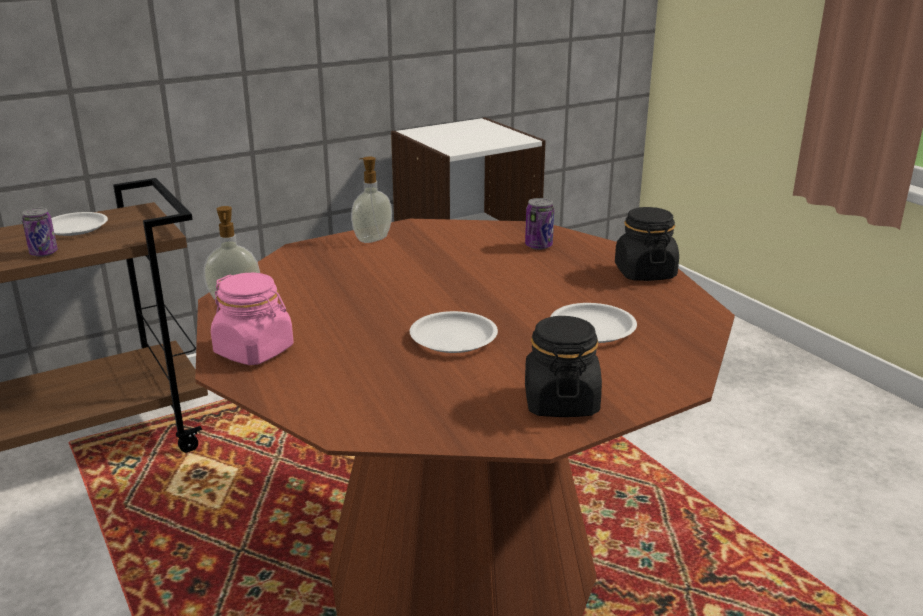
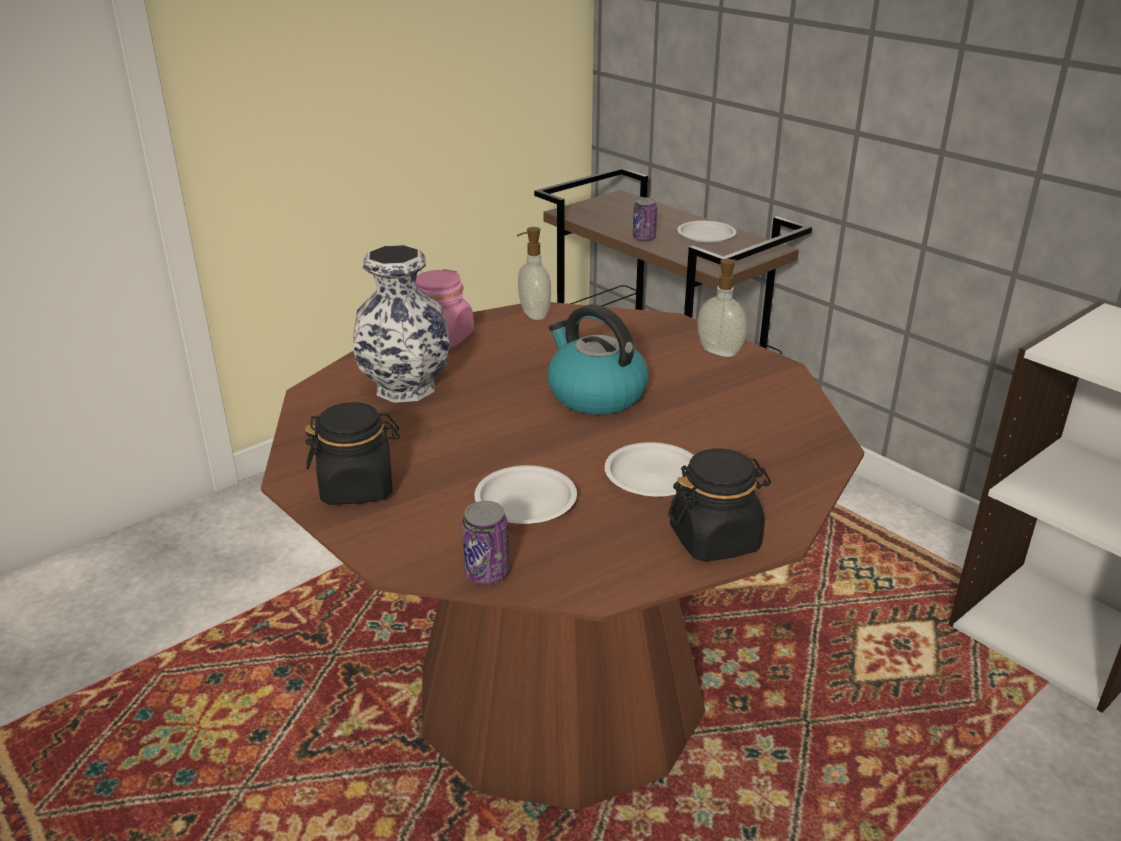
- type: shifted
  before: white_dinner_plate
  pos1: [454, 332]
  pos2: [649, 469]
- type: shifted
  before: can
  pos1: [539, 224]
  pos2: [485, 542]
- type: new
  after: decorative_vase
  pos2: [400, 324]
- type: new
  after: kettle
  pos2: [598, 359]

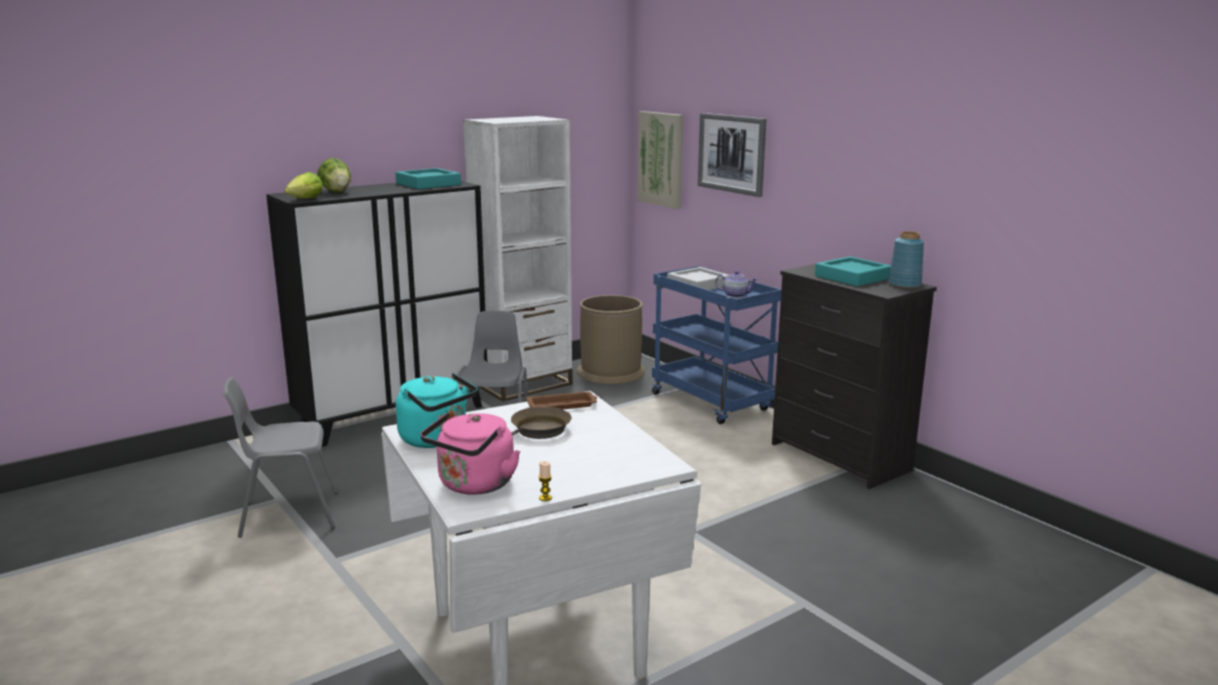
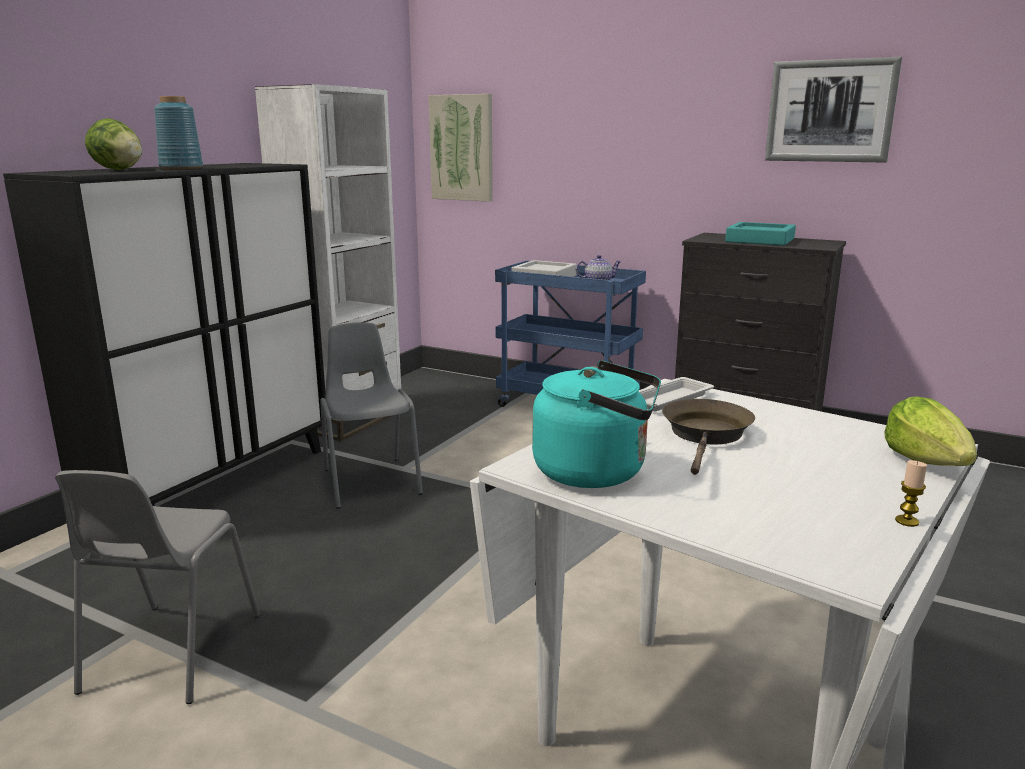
- type: rotated
  before: grey_upright_chair
  pos1: [280, 457]
  pos2: [157, 587]
  turn: -45
- type: shifted
  before: head_of_lettuce
  pos1: [304, 185]
  pos2: [930, 431]
- type: gone
  before: turquoise_carrying_tray
  pos1: [428, 178]
- type: gone
  before: pinkish_kettle
  pos1: [470, 453]
- type: repainted
  before: brownish_carrying_tray
  after: white_carrying_tray
  pos1: [561, 400]
  pos2: [676, 394]
- type: gone
  before: brownish_rubbish_bin
  pos1: [611, 339]
- type: shifted
  before: picture
  pos1: [732, 155]
  pos2: [833, 109]
- type: shifted
  before: blue_decorative_vase
  pos1: [906, 260]
  pos2: [178, 132]

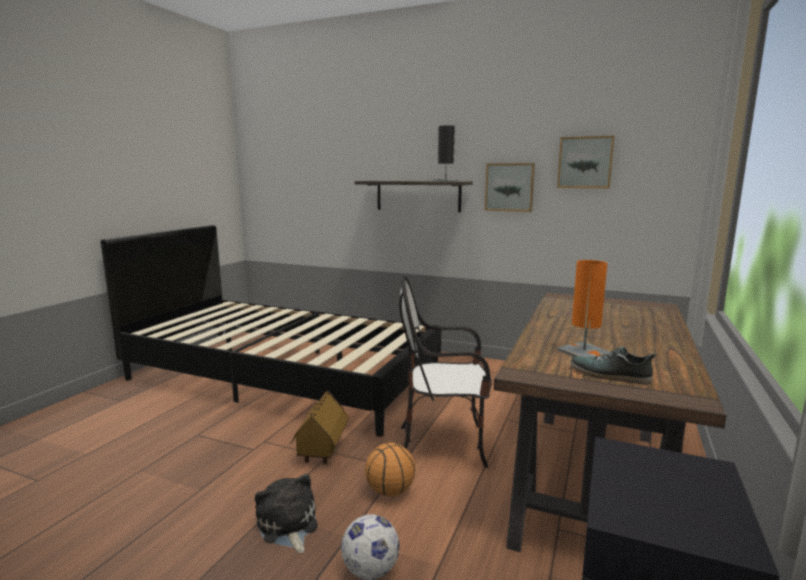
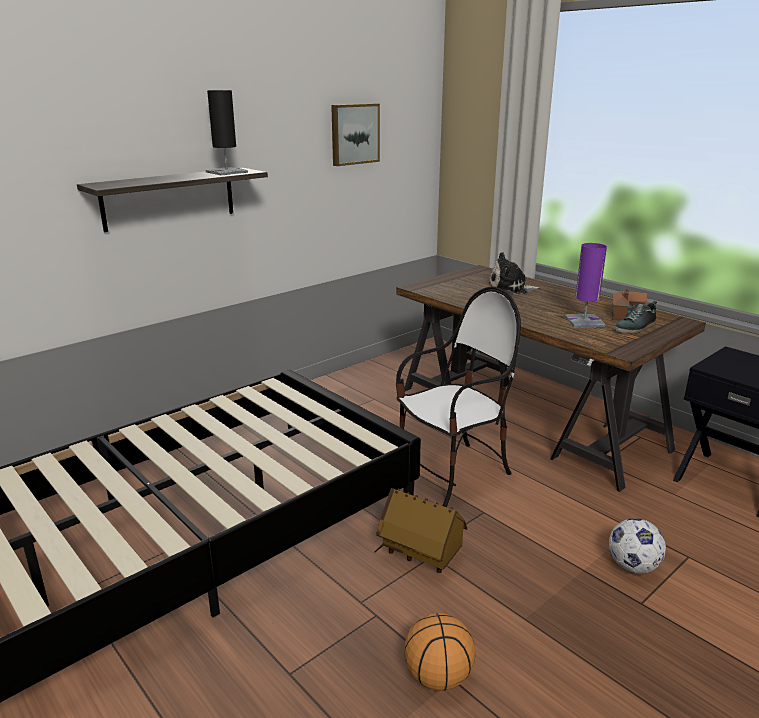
- type: shifted
  before: cuddly_toy
  pos1: [286, 513]
  pos2: [514, 273]
- type: shifted
  before: ball_for_basketball
  pos1: [390, 469]
  pos2: [440, 652]
- type: rotated
  before: upright_chair
  pos1: [445, 371]
  pos2: [458, 397]
  turn: -150
- type: gone
  before: picture
  pos1: [510, 187]
- type: repainted
  before: orangey_tabletop_lamp
  after: purplish_tabletop_lamp
  pos1: [583, 308]
  pos2: [585, 285]
- type: new
  after: model_house
  pos2: [629, 305]

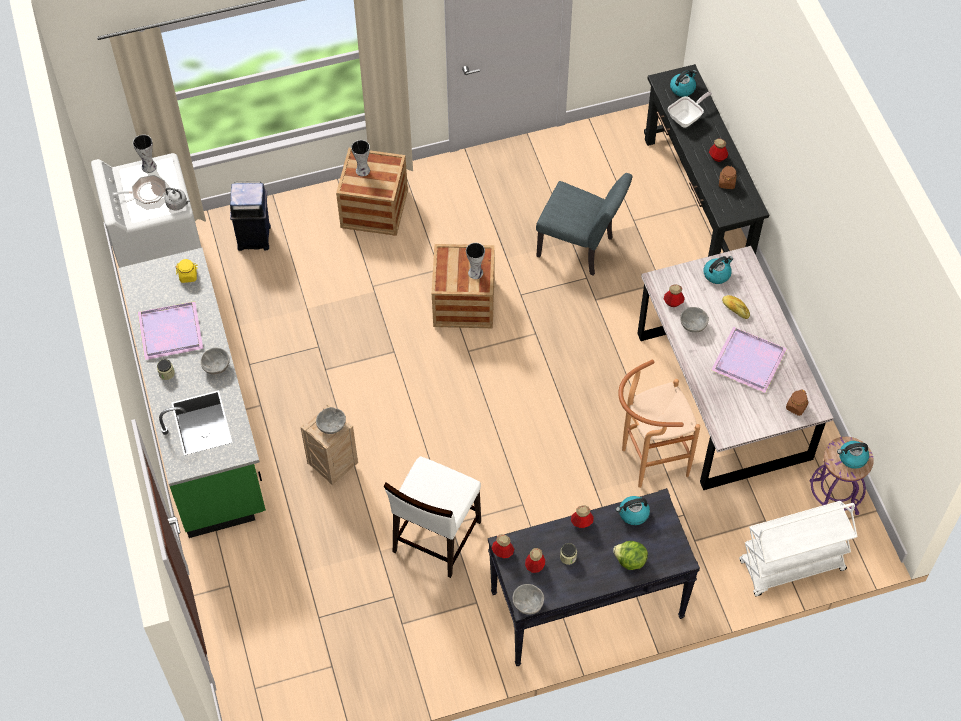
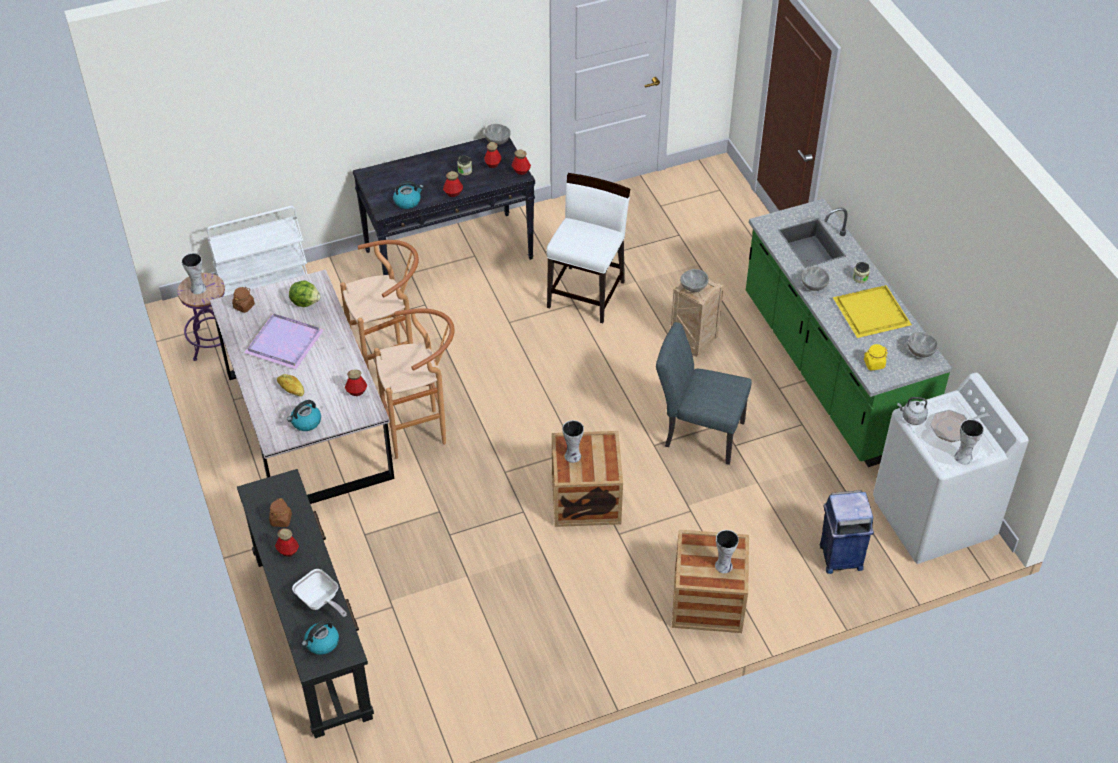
- type: repainted
  before: purplish_carrying_tray
  after: yellow-coloured_carrying_tray
  pos1: [170, 330]
  pos2: [872, 311]
- type: shifted
  before: grey_upright_chair
  pos1: [584, 224]
  pos2: [704, 393]
- type: shifted
  before: head_of_lettuce
  pos1: [630, 555]
  pos2: [305, 293]
- type: rotated
  before: frying_pan
  pos1: [690, 110]
  pos2: [319, 593]
  turn: -90
- type: shifted
  before: grey_deep_dish
  pos1: [694, 320]
  pos2: [923, 345]
- type: swapped
  before: kettle
  after: decorative_vase
  pos1: [853, 455]
  pos2: [194, 273]
- type: new
  after: brownish_stool
  pos2: [414, 383]

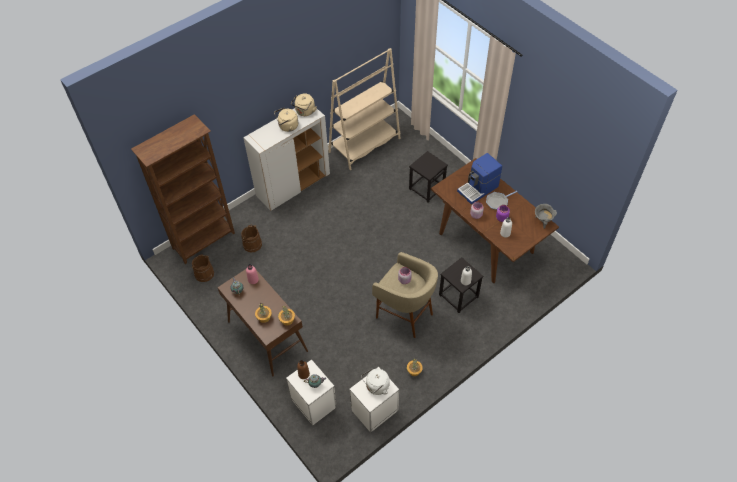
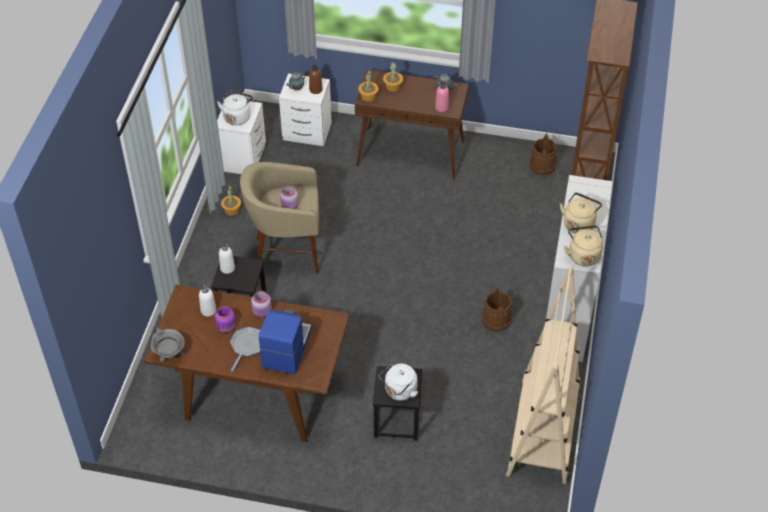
- type: shifted
  before: brownish_pail
  pos1: [251, 239]
  pos2: [497, 309]
- type: new
  after: white_kettle
  pos2: [398, 382]

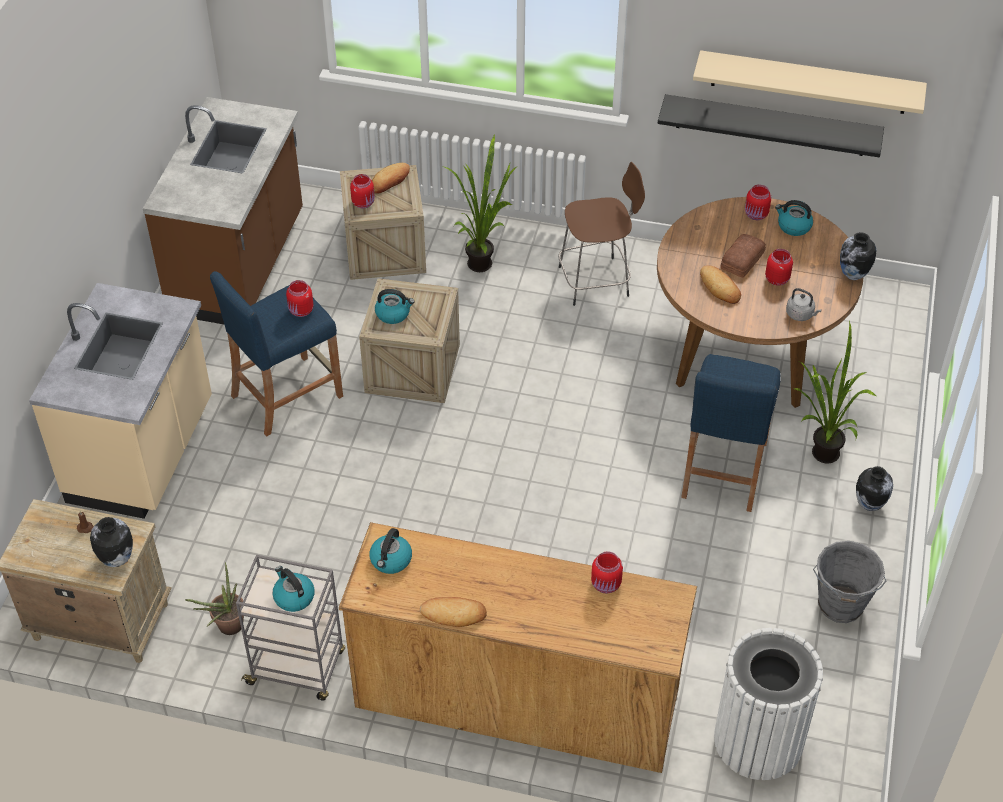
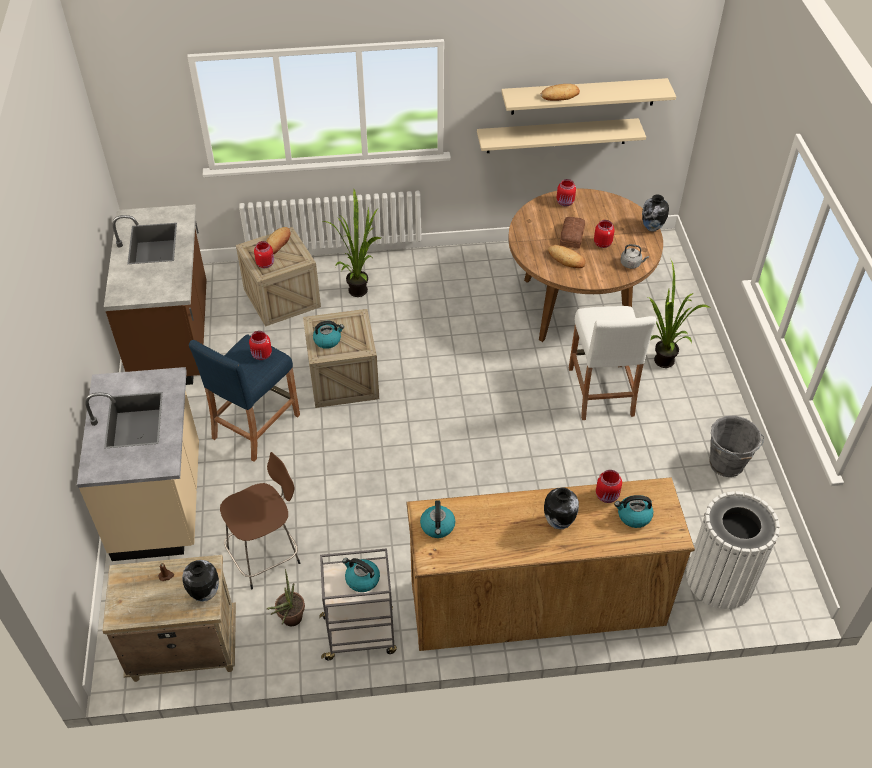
- type: shifted
  before: baked_bread
  pos1: [453, 612]
  pos2: [560, 92]
- type: shifted
  before: brownish_stool
  pos1: [601, 234]
  pos2: [260, 521]
- type: repainted
  before: black_shelf
  after: beige-coloured_shelf
  pos1: [771, 125]
  pos2: [561, 135]
- type: repainted
  before: blue_stool
  after: white_stool
  pos1: [731, 433]
  pos2: [612, 363]
- type: shifted
  before: kettle
  pos1: [794, 218]
  pos2: [633, 511]
- type: shifted
  before: decorative_vase
  pos1: [874, 488]
  pos2: [561, 508]

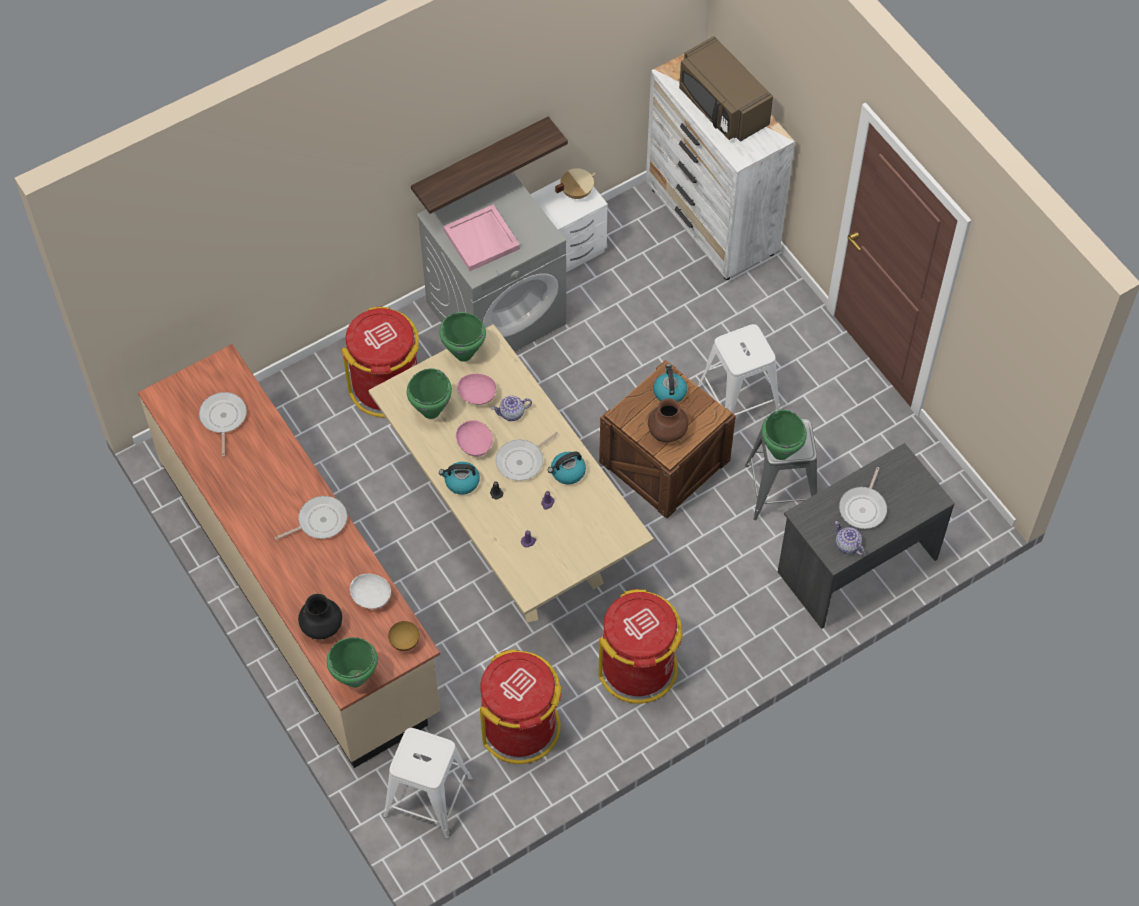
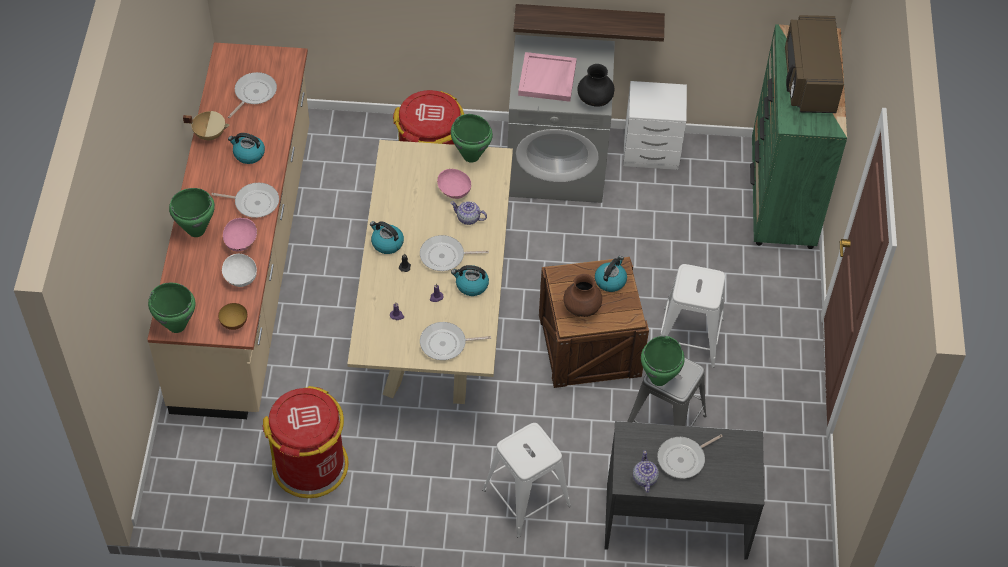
- type: shifted
  before: black_decorative_vase
  pos1: [320, 616]
  pos2: [596, 85]
- type: shifted
  before: white_stool
  pos1: [428, 783]
  pos2: [526, 480]
- type: shifted
  before: green_cooking_pot
  pos1: [429, 393]
  pos2: [192, 212]
- type: shifted
  before: pinkish_deep_dish
  pos1: [474, 438]
  pos2: [240, 234]
- type: shifted
  before: beige-coloured_cooking_pot
  pos1: [575, 183]
  pos2: [206, 126]
- type: gone
  before: red-coloured_rubbish_bin
  pos1: [641, 646]
- type: repainted
  before: white_drawer_chest
  after: green_drawer_chest
  pos1: [720, 167]
  pos2: [798, 136]
- type: new
  after: kettle
  pos2: [246, 148]
- type: new
  after: frying_pan
  pos2: [455, 341]

